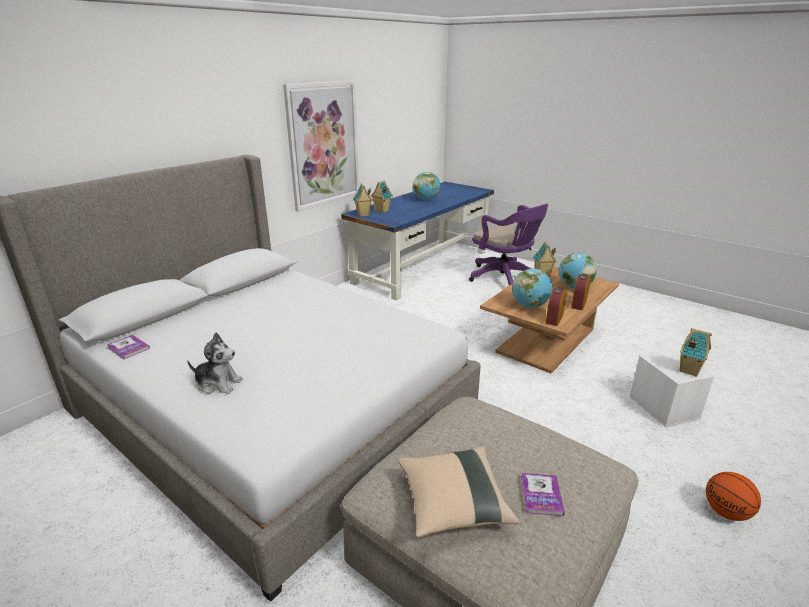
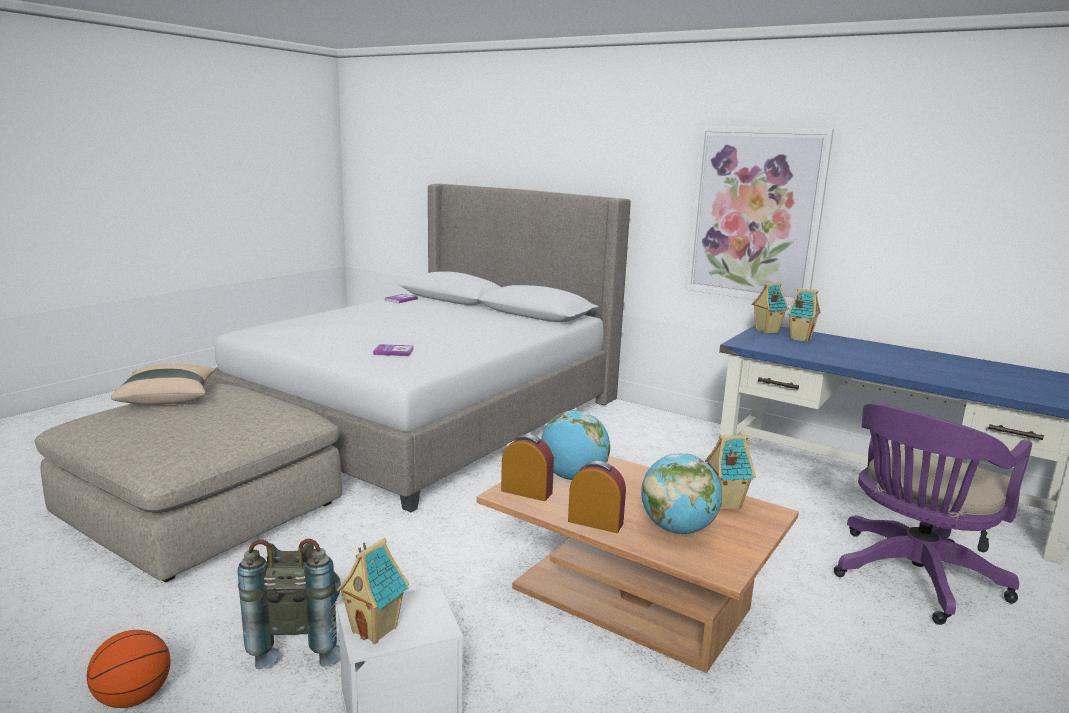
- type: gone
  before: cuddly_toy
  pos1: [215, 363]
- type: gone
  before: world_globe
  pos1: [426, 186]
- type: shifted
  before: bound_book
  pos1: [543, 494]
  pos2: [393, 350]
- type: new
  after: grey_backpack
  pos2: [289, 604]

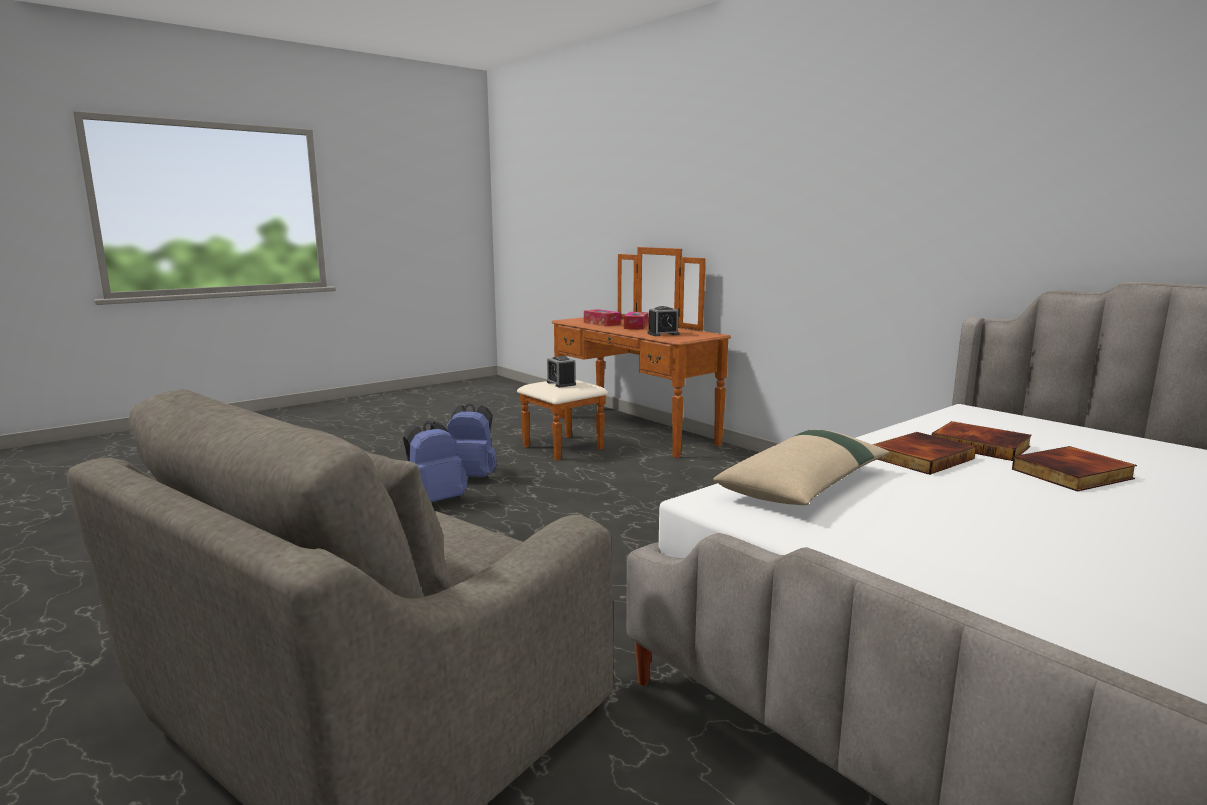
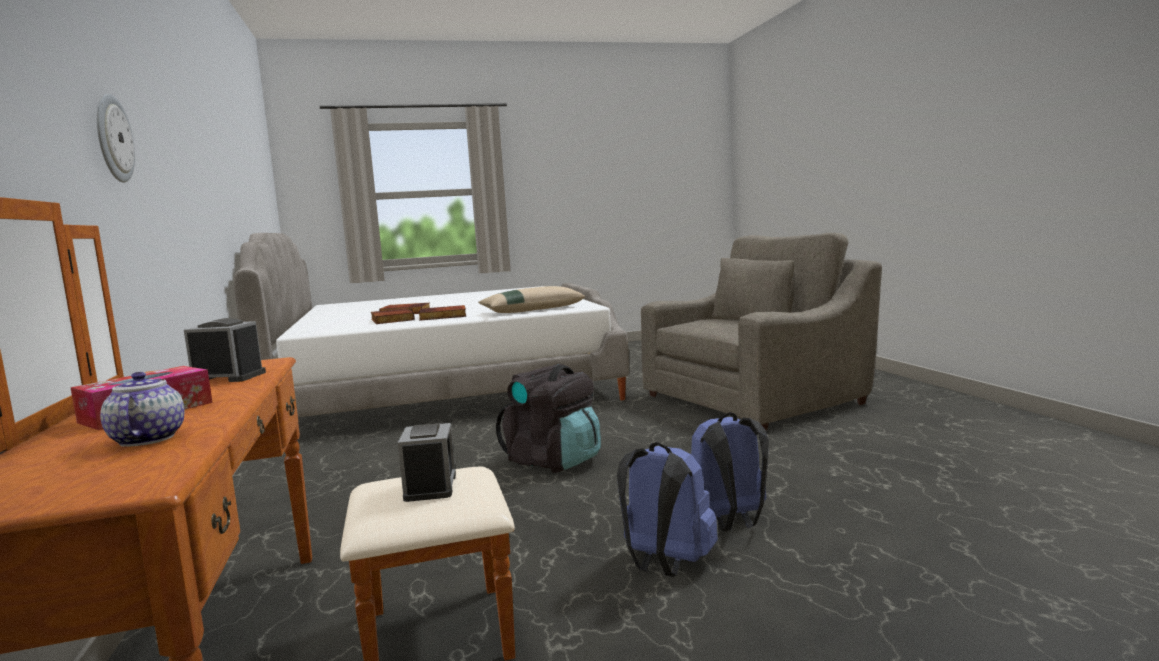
- type: swapped
  before: tissue_holder
  after: tea_pot
  pos1: [602, 317]
  pos2: [142, 409]
- type: new
  after: wall_clock
  pos2: [116, 138]
- type: new
  after: black_backpack
  pos2: [548, 418]

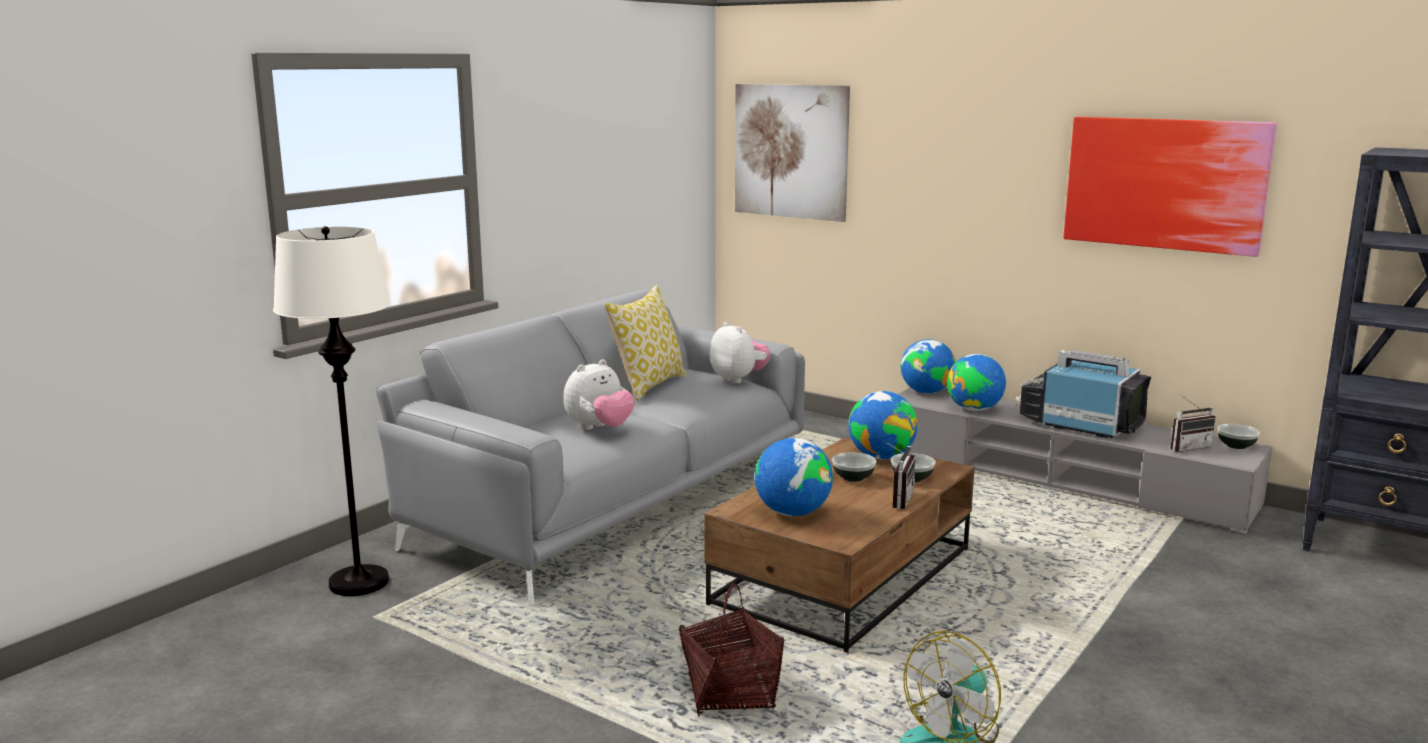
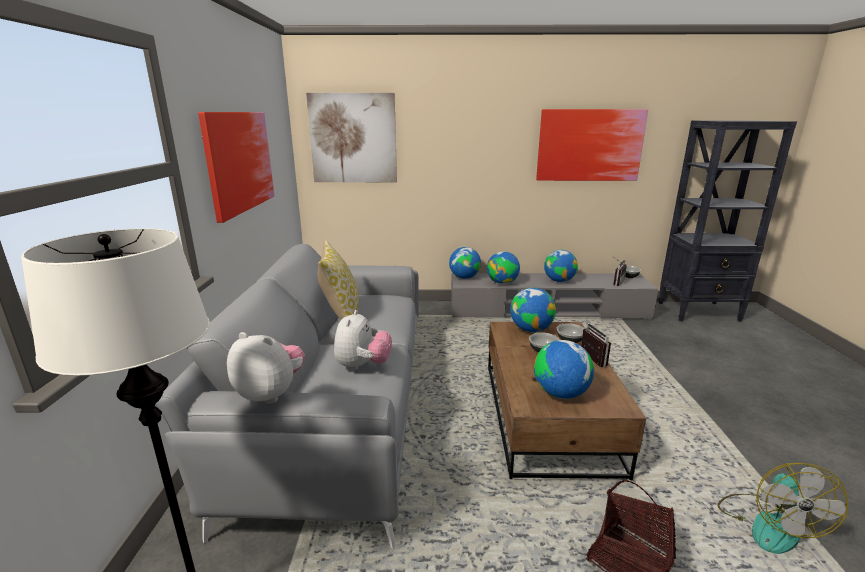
- type: shifted
  before: cuddly_toy
  pos1: [740, 353]
  pos2: [266, 368]
- type: swapped
  before: TV_set
  after: world_globe
  pos1: [1083, 394]
  pos2: [561, 266]
- type: new
  after: picture
  pos2: [236, 167]

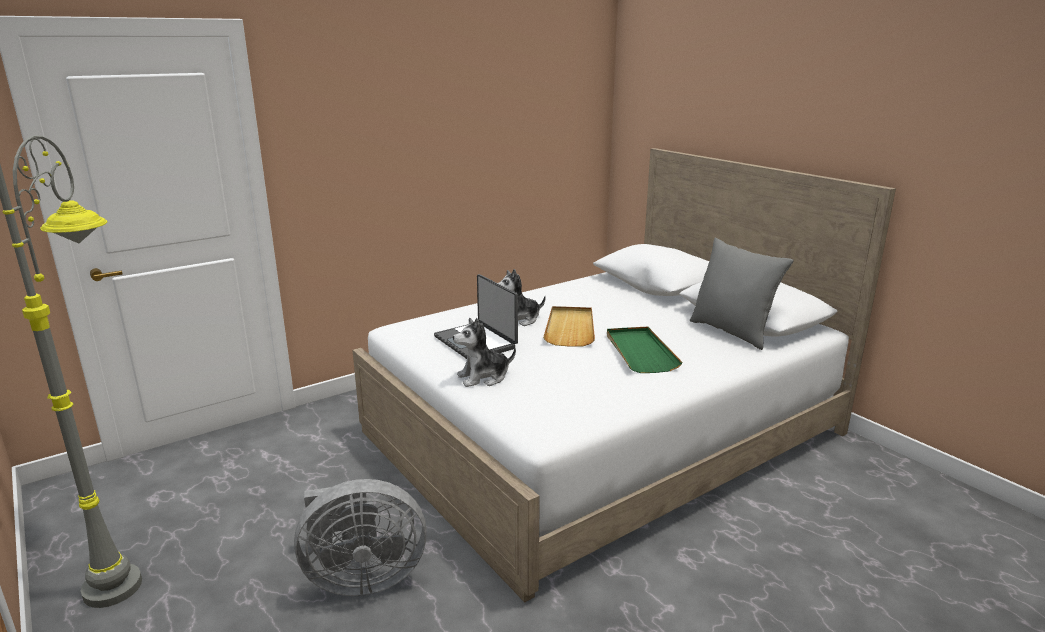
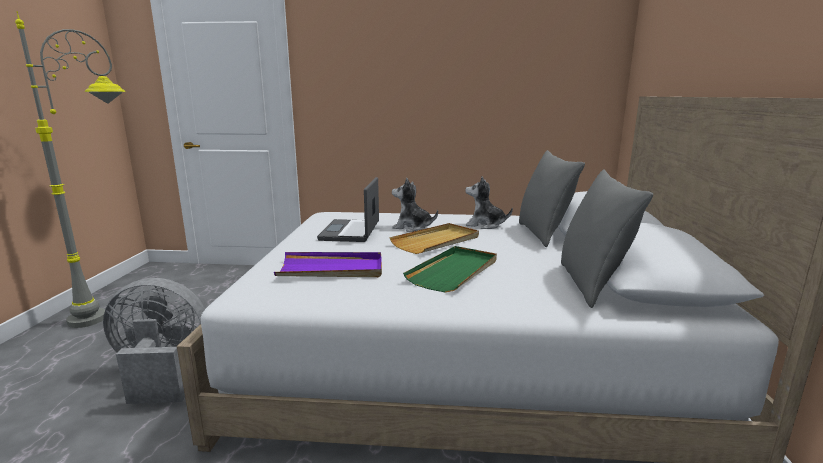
- type: rotated
  before: grey_cooling_fan
  pos1: [360, 537]
  pos2: [154, 341]
  turn: 150
- type: shifted
  before: cuddly_toy
  pos1: [484, 352]
  pos2: [489, 202]
- type: new
  after: purplish_carrying_tray
  pos2: [328, 264]
- type: new
  after: grey_pillow
  pos2: [552, 198]

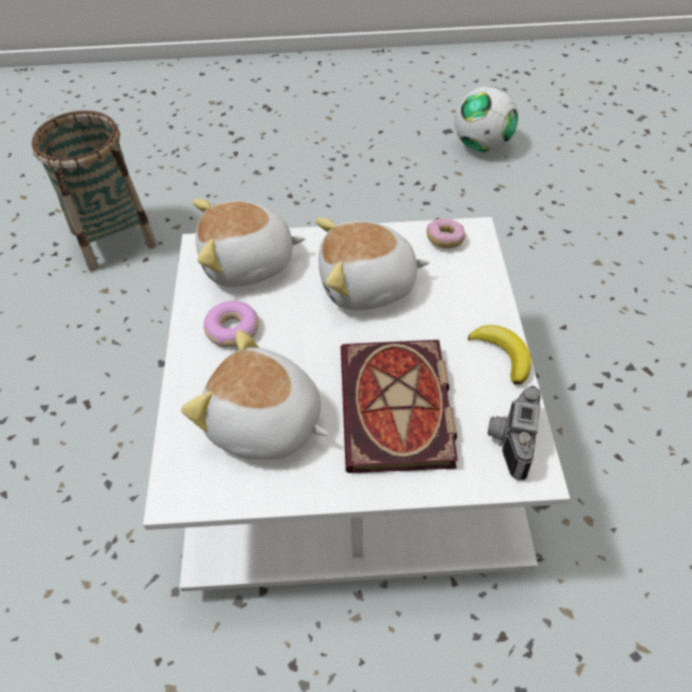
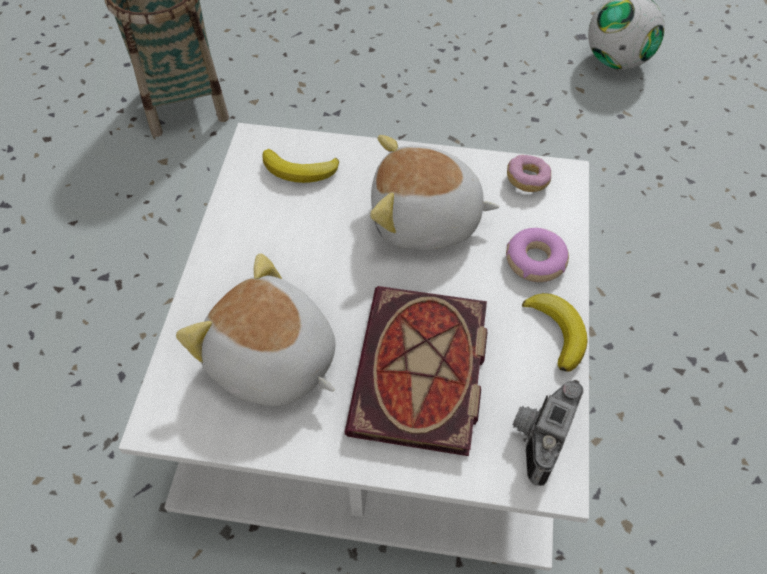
- type: swapped
  before: cuddly_toy
  after: banana_fruit
  pos1: [248, 243]
  pos2: [300, 166]
- type: shifted
  before: ring_doughnut
  pos1: [231, 324]
  pos2: [537, 255]

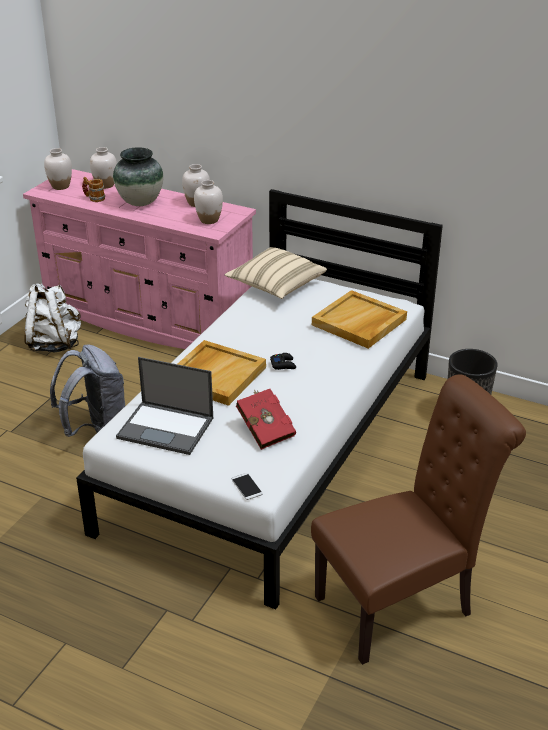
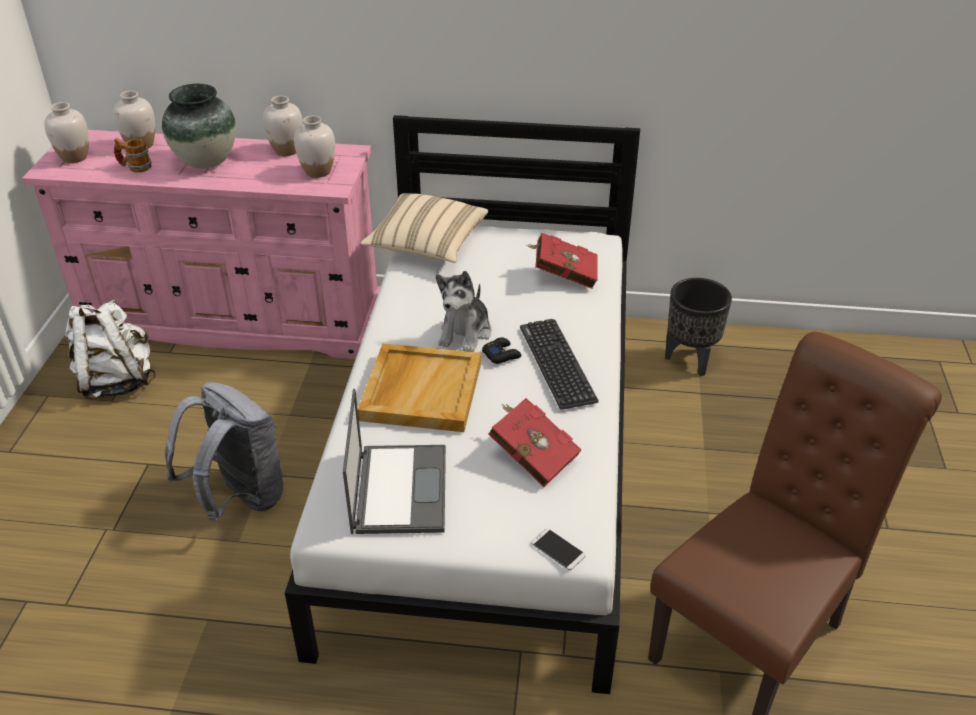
- type: rotated
  before: laptop
  pos1: [164, 406]
  pos2: [394, 461]
  turn: -90
- type: swapped
  before: beige-coloured_carrying_tray
  after: red-coloured_bound_book
  pos1: [359, 319]
  pos2: [562, 261]
- type: new
  after: cuddly_toy
  pos2: [464, 311]
- type: new
  after: PC_keyboard
  pos2: [559, 364]

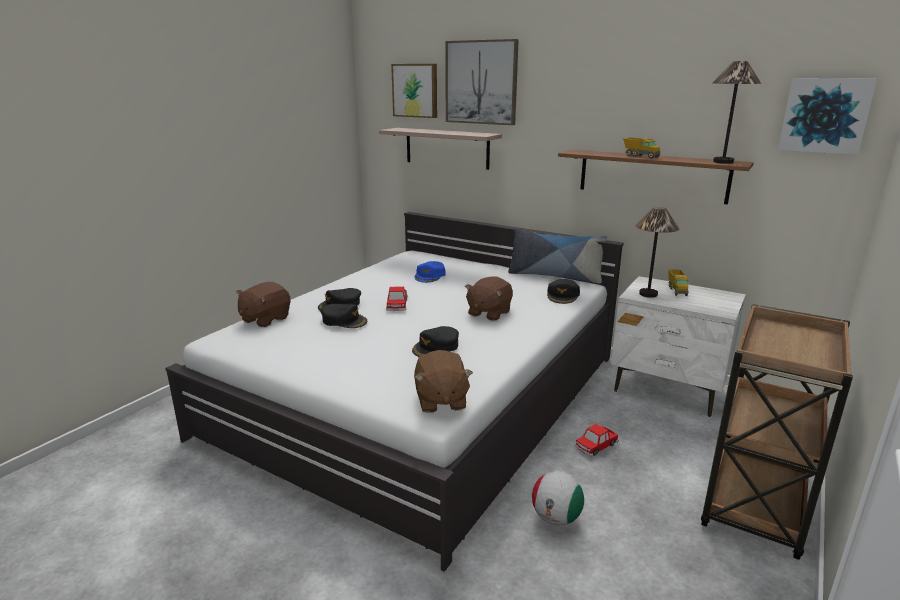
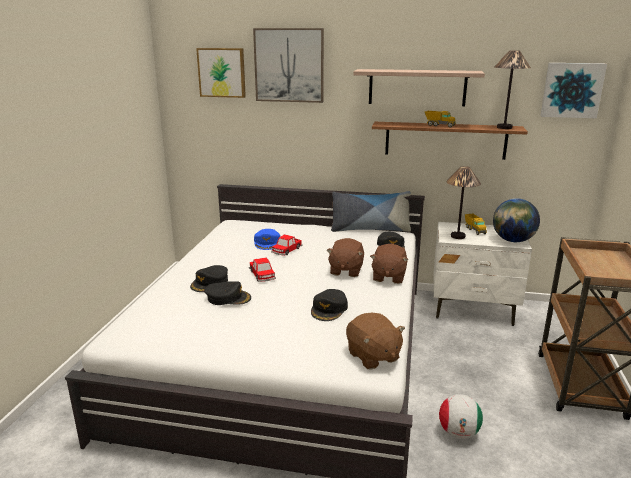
- type: shifted
  before: brownish_cuddly_toy
  pos1: [263, 304]
  pos2: [389, 264]
- type: shifted
  before: shelf
  pos1: [440, 149]
  pos2: [419, 87]
- type: shifted
  before: model_car
  pos1: [597, 440]
  pos2: [287, 245]
- type: new
  after: world_globe
  pos2: [516, 220]

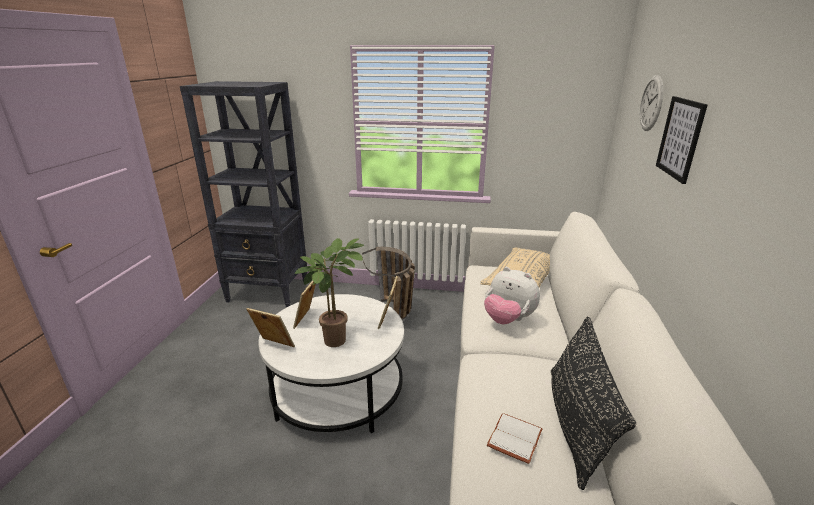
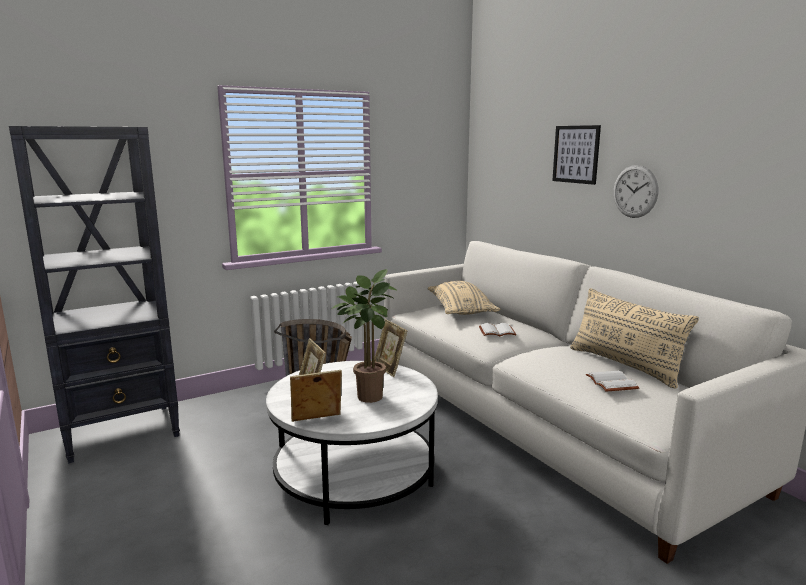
- type: swapped
  before: cuddly_toy
  after: white_bound_book
  pos1: [512, 295]
  pos2: [497, 329]
- type: repainted
  before: black_pillow
  after: beige-coloured_pillow
  pos1: [593, 403]
  pos2: [634, 338]
- type: shifted
  before: wall_clock
  pos1: [651, 103]
  pos2: [635, 191]

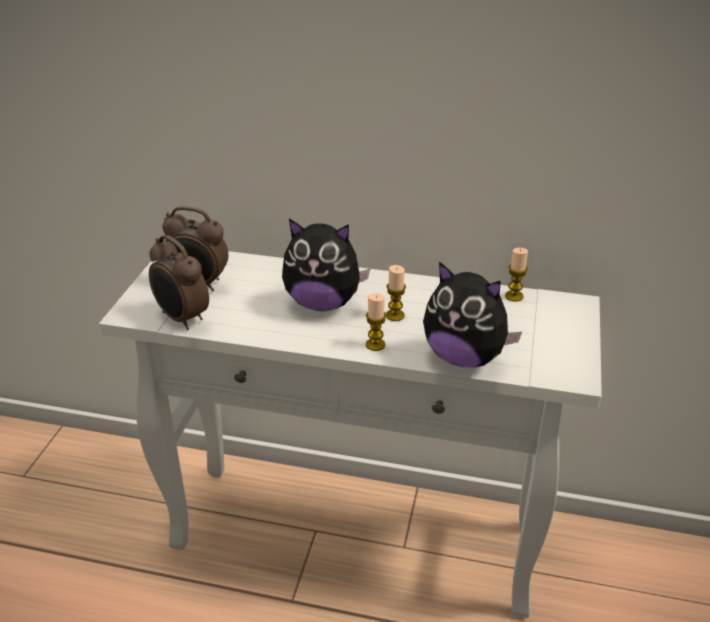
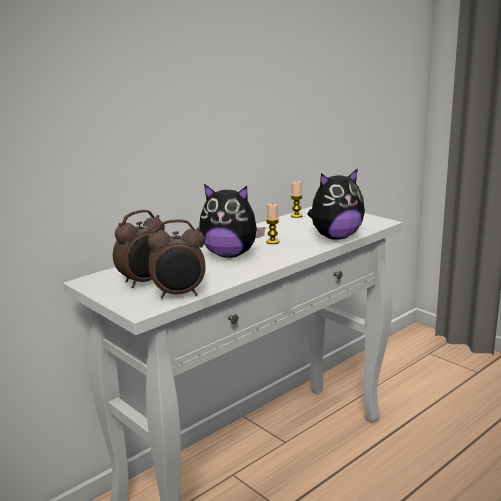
- type: rotated
  before: cuddly_toy
  pos1: [326, 265]
  pos2: [232, 221]
  turn: 60
- type: gone
  before: wax_light
  pos1: [376, 322]

